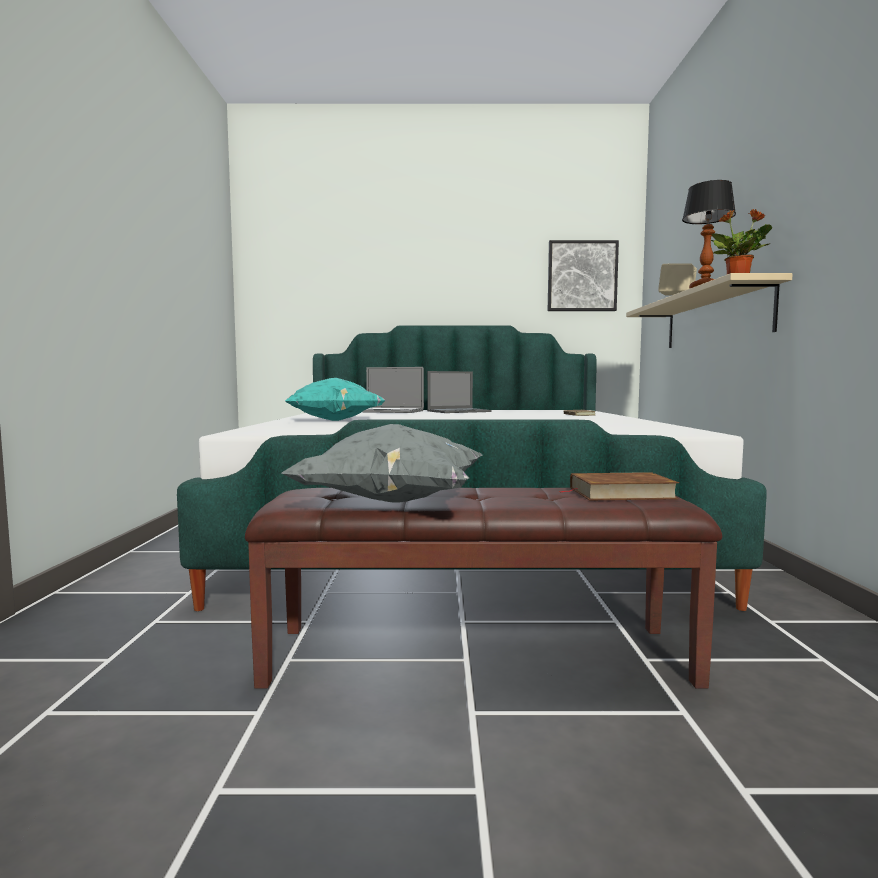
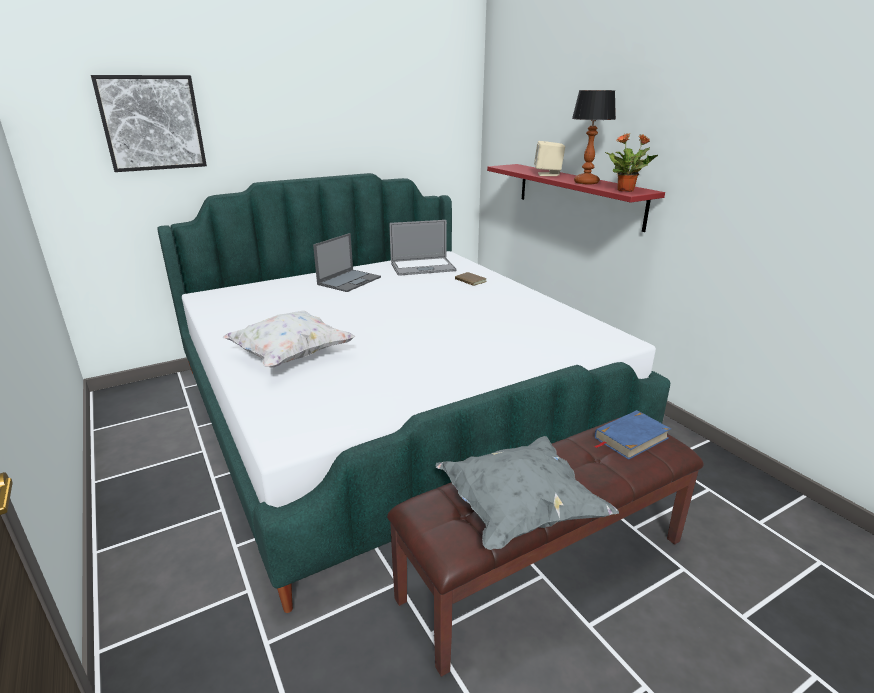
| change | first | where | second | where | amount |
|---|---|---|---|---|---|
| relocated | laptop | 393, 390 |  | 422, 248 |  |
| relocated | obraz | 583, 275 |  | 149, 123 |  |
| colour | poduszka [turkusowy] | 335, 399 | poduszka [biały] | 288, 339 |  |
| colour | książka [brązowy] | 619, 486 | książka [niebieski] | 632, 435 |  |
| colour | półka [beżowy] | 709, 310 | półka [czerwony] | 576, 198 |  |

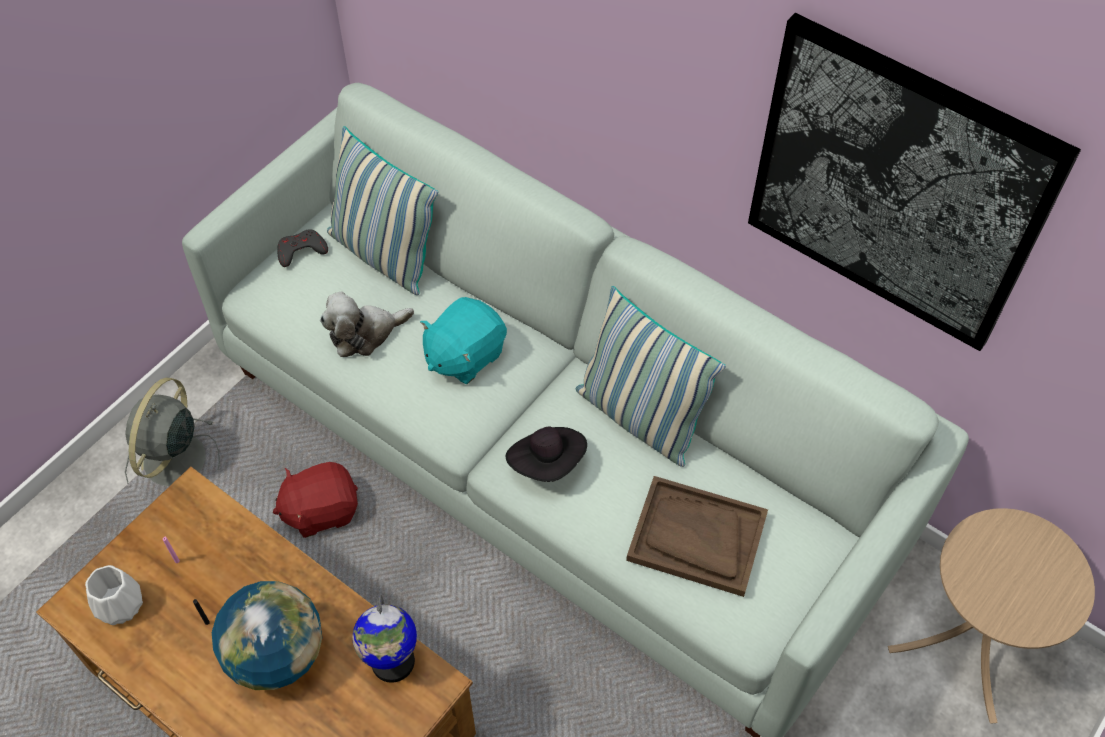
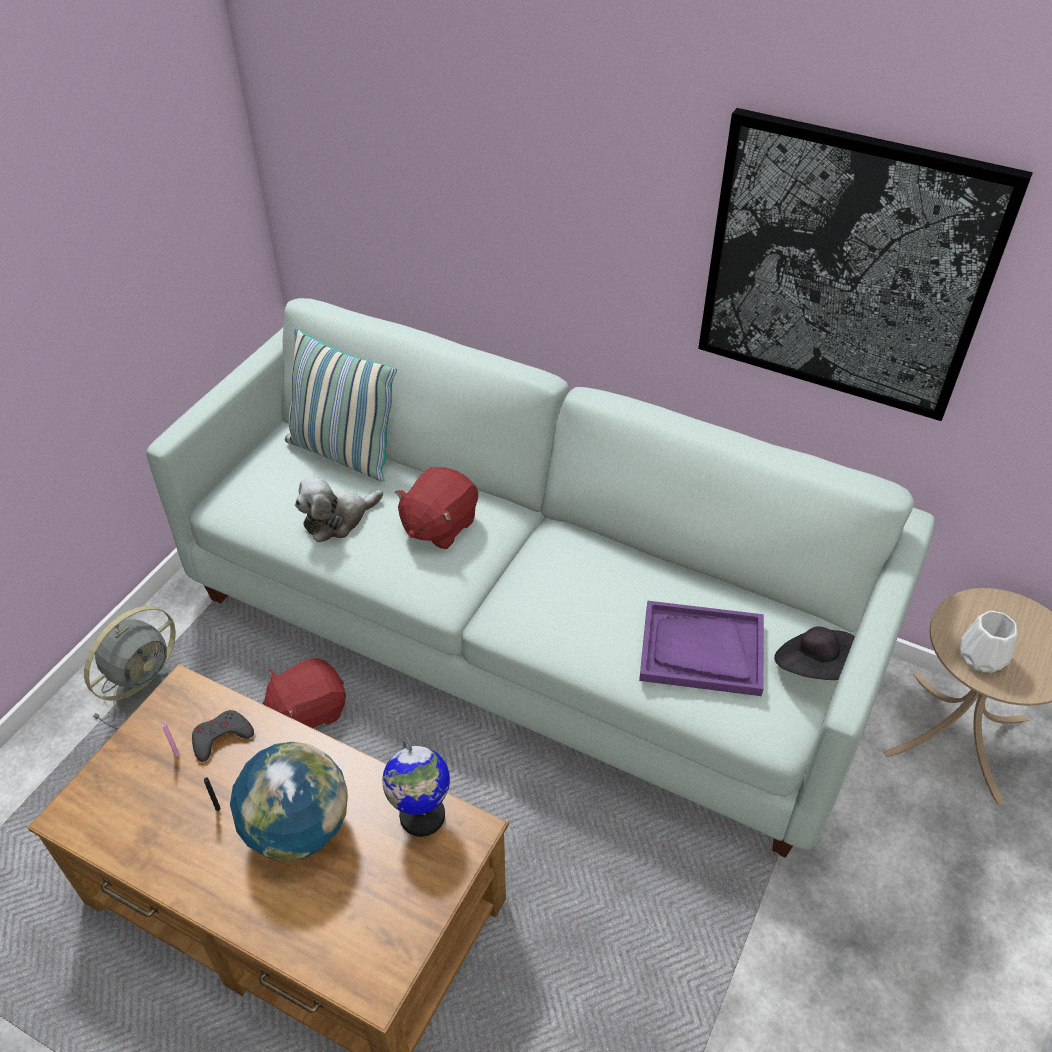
| change | first | where | second | where | amount |
|---|---|---|---|---|---|
| missing | poduszka | 651, 376 |  |  |  |
| relocated | wazon [biały] | 114, 595 |  | 988, 642 |  |
| relocated | pad do gier [szary] | 302, 248 |  | 223, 736 |  |
| relocated | kapelusz [czarny] | 546, 454 |  | 814, 653 |  |
| colour | pluszak [turkusowy] | 463, 340 | pluszak [czerwony] | 436, 508 |  |
| colour | taca [brązowy] | 697, 536 | taca [fioletowy] | 701, 648 |  |
| spun | wentylator [szary] | 172, 432 |  | 130, 668 | 150 degrees counterclockwise |

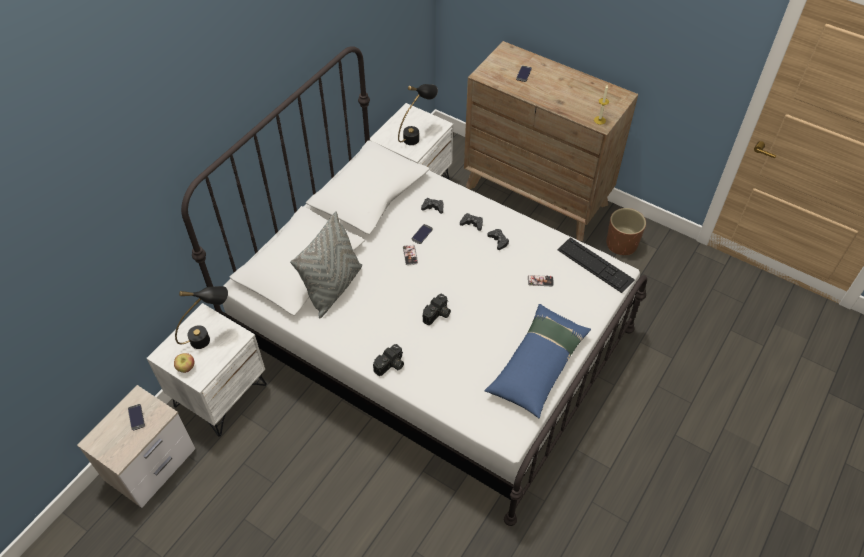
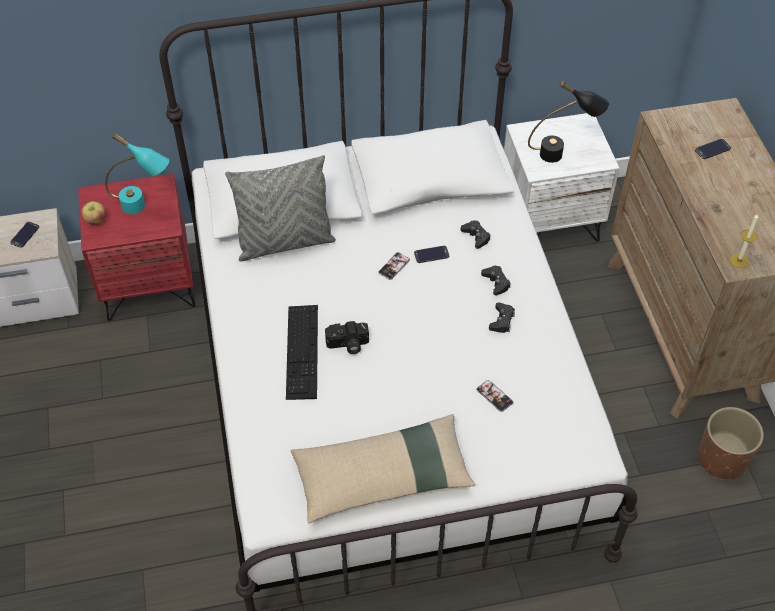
| change | first | where | second | where | amount |
|---|---|---|---|---|---|
| missing | aparat fotograficzny | 388, 360 |  |  |  |
| relocated | klawiatura | 596, 265 |  | 302, 352 |  |
| colour | szafka nocna [biały] | 206, 370 | szafka nocna [czerwony] | 136, 247 |  |
| colour | lampa stołowa [czarny] | 201, 317 | lampa stołowa [turkusowy] | 137, 173 |  |
| colour | poduszka [niebieski] | 538, 361 | poduszka [beżowy] | 383, 468 |  |

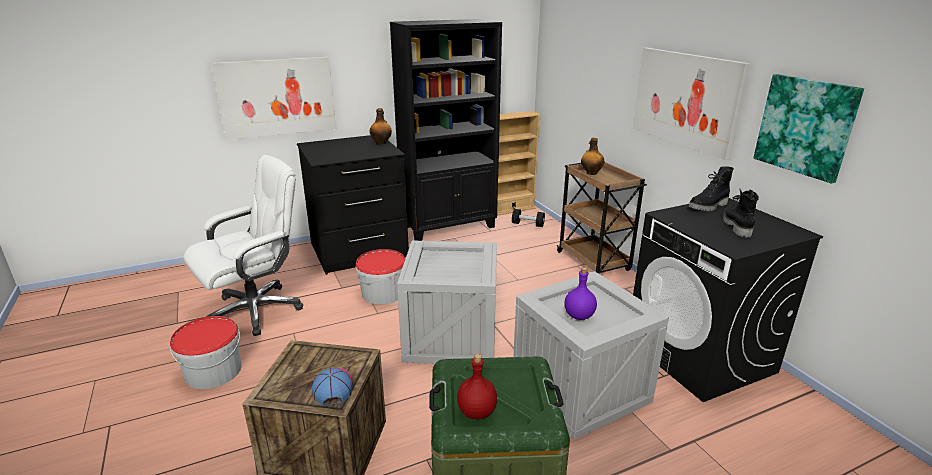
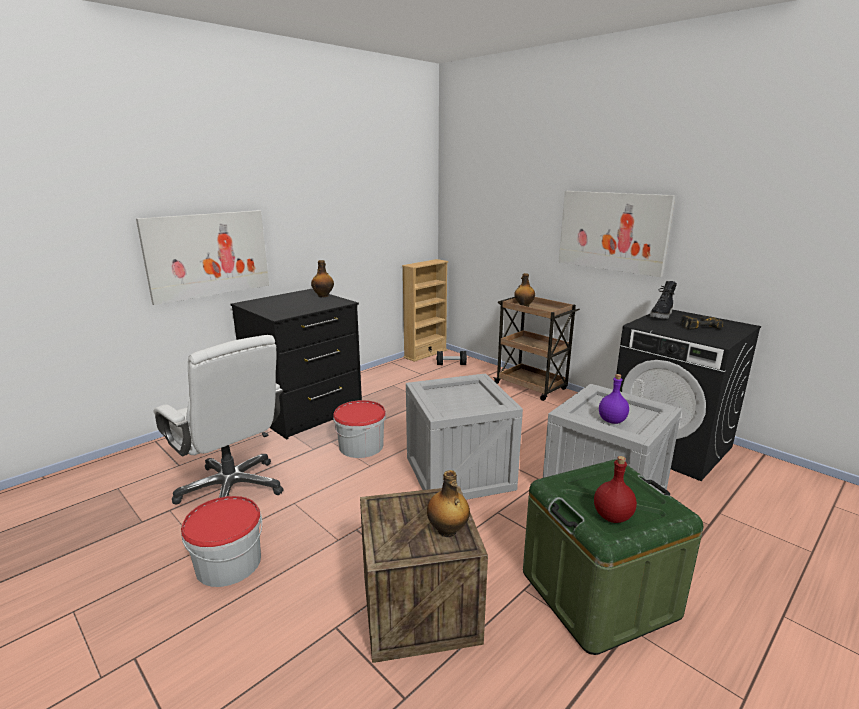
| change | first | where | second | where | amount |
|---|---|---|---|---|---|
| missing | regał [czarny] | 446, 130 |  |  |  |
| missing | obraz | 808, 128 |  |  |  |
| exchanged | czapka z daszkiem | 332, 387 | butelka | 448, 503 |  |
| exchanged | but z cholewką [czarny] | 741, 213 | wiertarka | 702, 322 |  |
| spun | krzesło biurowe [biały] | 243, 245 |  | 219, 419 | 105 degrees clockwise |

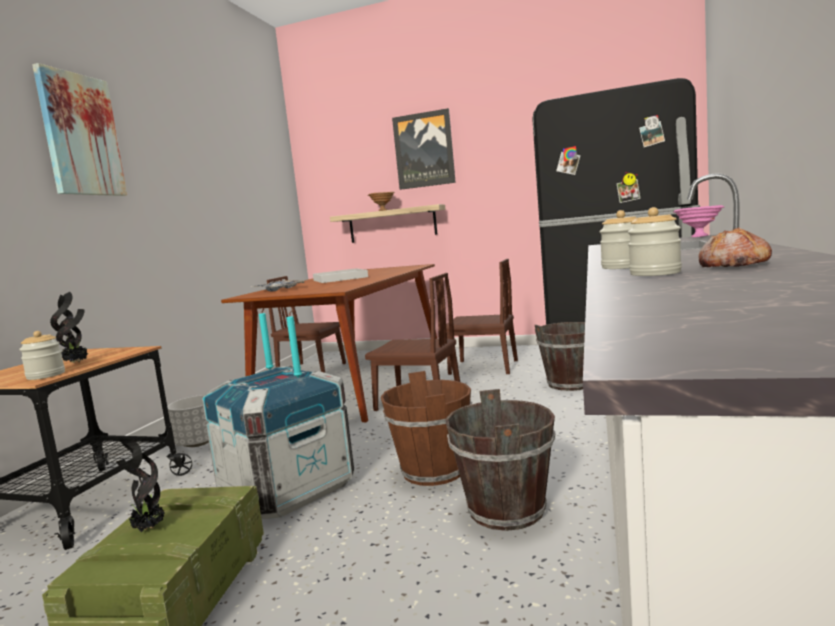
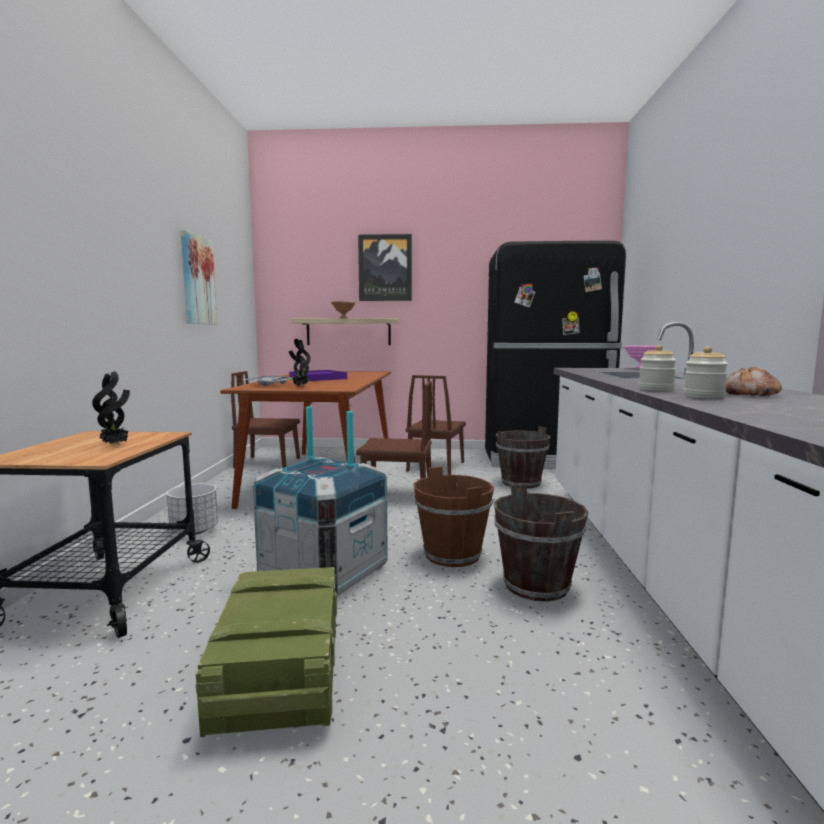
| change | first | where | second | where | amount |
|---|---|---|---|---|---|
| missing | słoik | 42, 355 |  |  |  |
| relocated | obraz | 79, 129 |  | 199, 277 |  |
| relocated | roślina doniczkowa | 140, 485 |  | 300, 362 |  |
| colour | taca [biały] | 340, 275 | taca [fioletowy] | 318, 375 |  |
| spun | krzesło [brązowy] | 482, 317 |  | 436, 425 | 105 degrees clockwise |

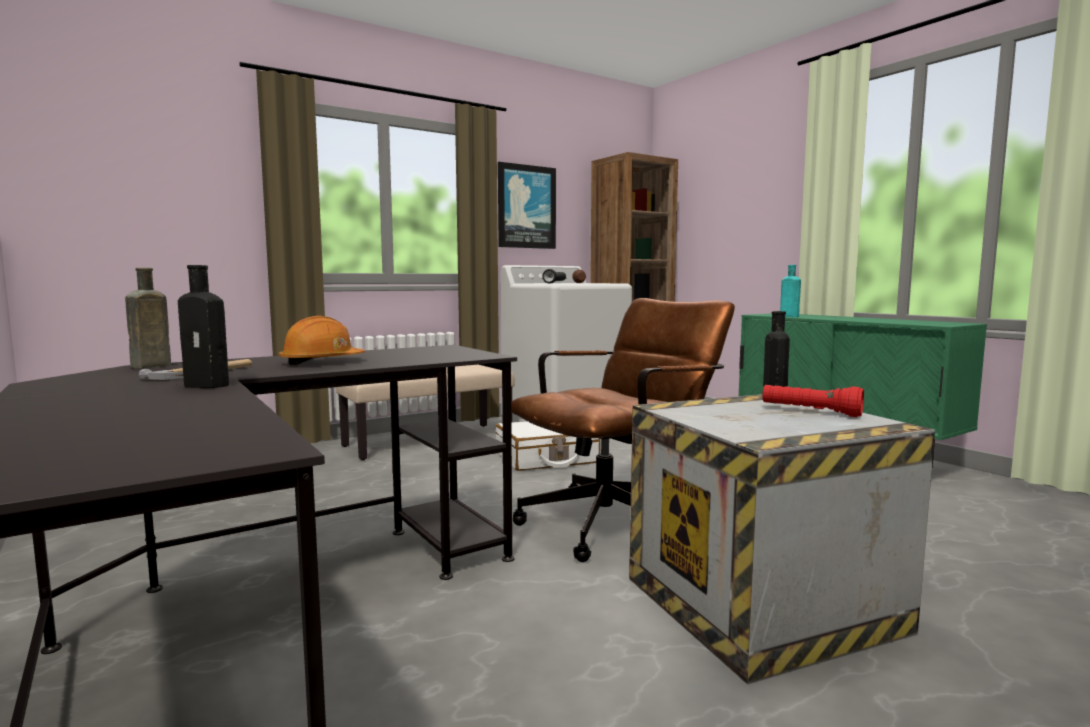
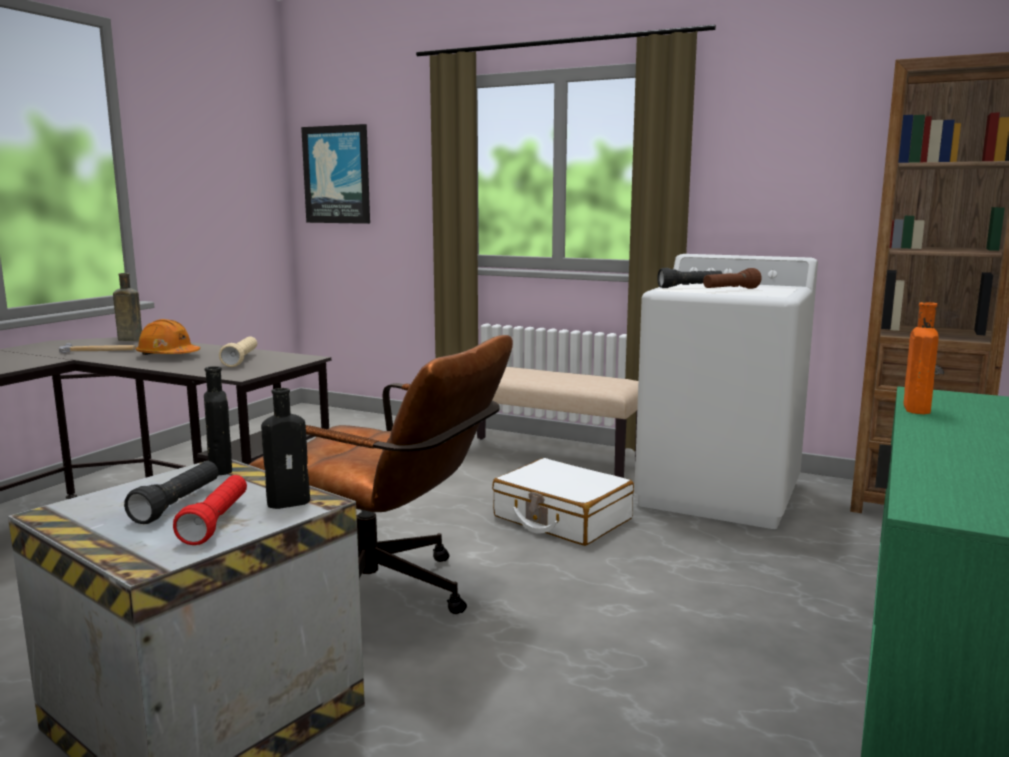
| change | first | where | second | where | amount |
|---|---|---|---|---|---|
| appeared |  |  | latarka [czarny] | 171, 492 |  |
| appeared |  |  | latarka [beżowy] | 238, 351 |  |
| relocated | butelka [czarny] | 203, 326 |  | 218, 421 |  |
| relocated | obraz | 527, 205 |  | 335, 174 |  |
| colour | butelka [turkusowy] | 790, 291 | butelka [pomarańczowy] | 921, 358 |  |

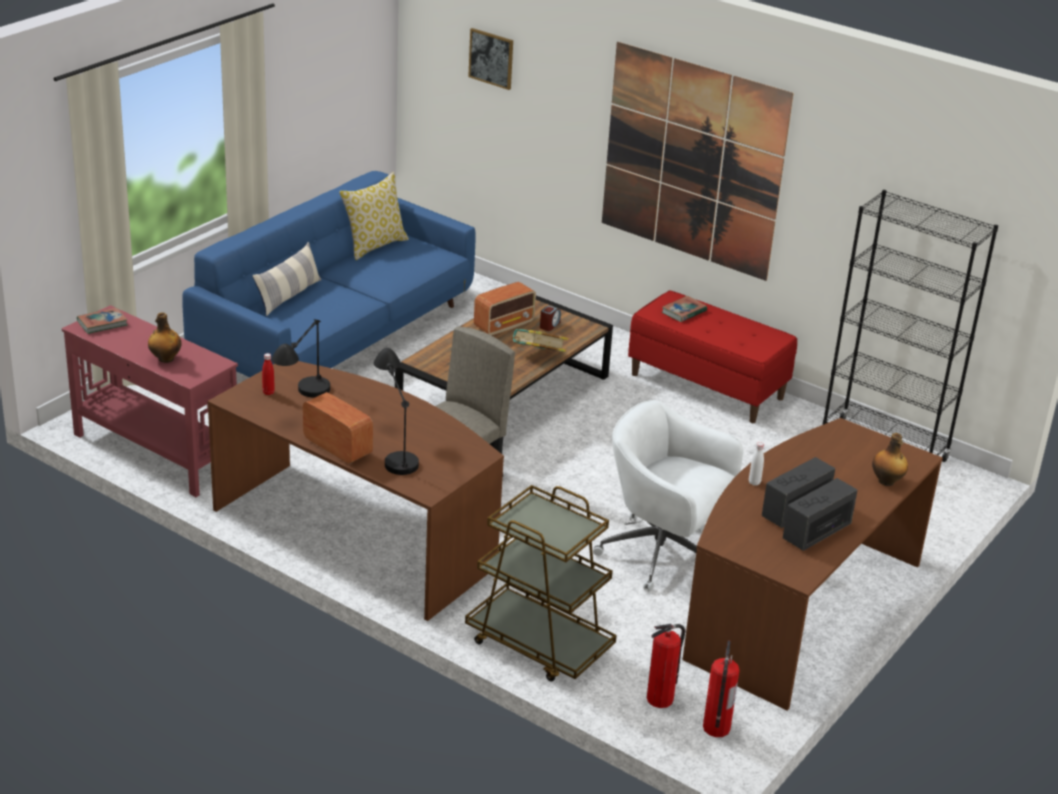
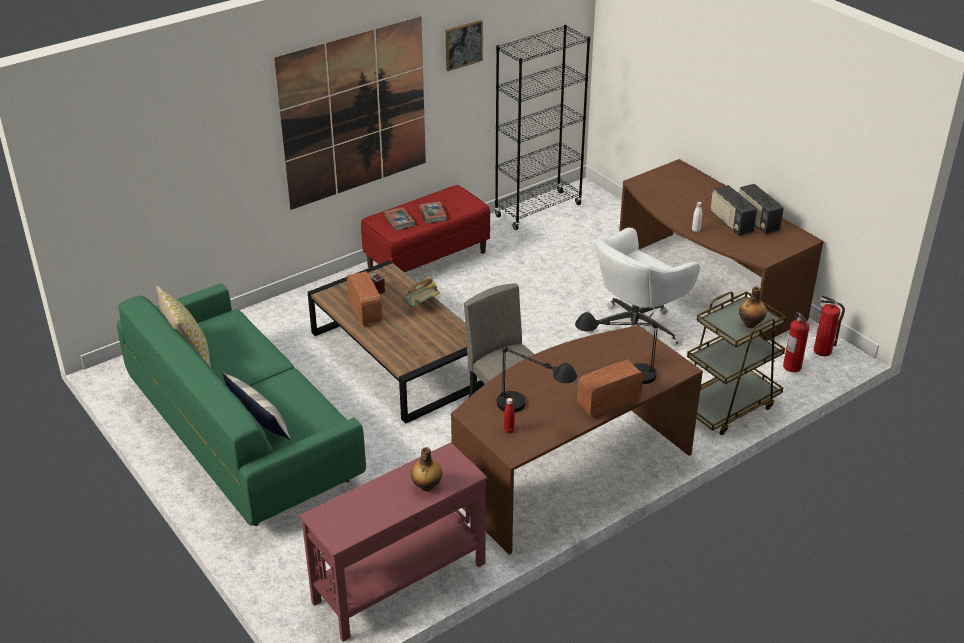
| change | first | where | second | where | amount |
|---|---|---|---|---|---|
| relocated | książka | 102, 320 |  | 433, 212 |  |
| relocated | obraz | 490, 59 |  | 464, 45 |  |
| relocated | butelka | 890, 459 |  | 753, 307 |  |
| colour | kanapa [niebieski] | 328, 274 | kanapa [zielony] | 241, 404 |  |

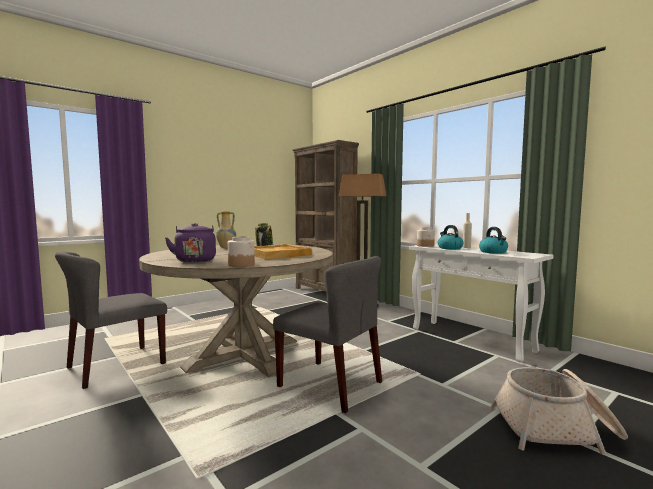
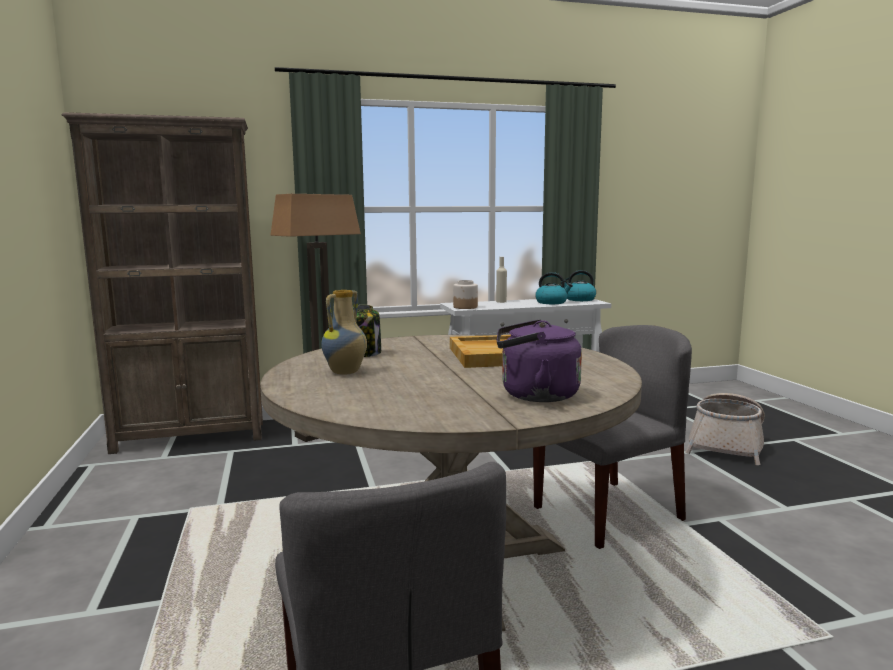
| change | first | where | second | where | amount |
|---|---|---|---|---|---|
| missing | słoik | 241, 251 |  |  |  |
| relocated | czajnik | 450, 237 |  | 578, 285 |  |

